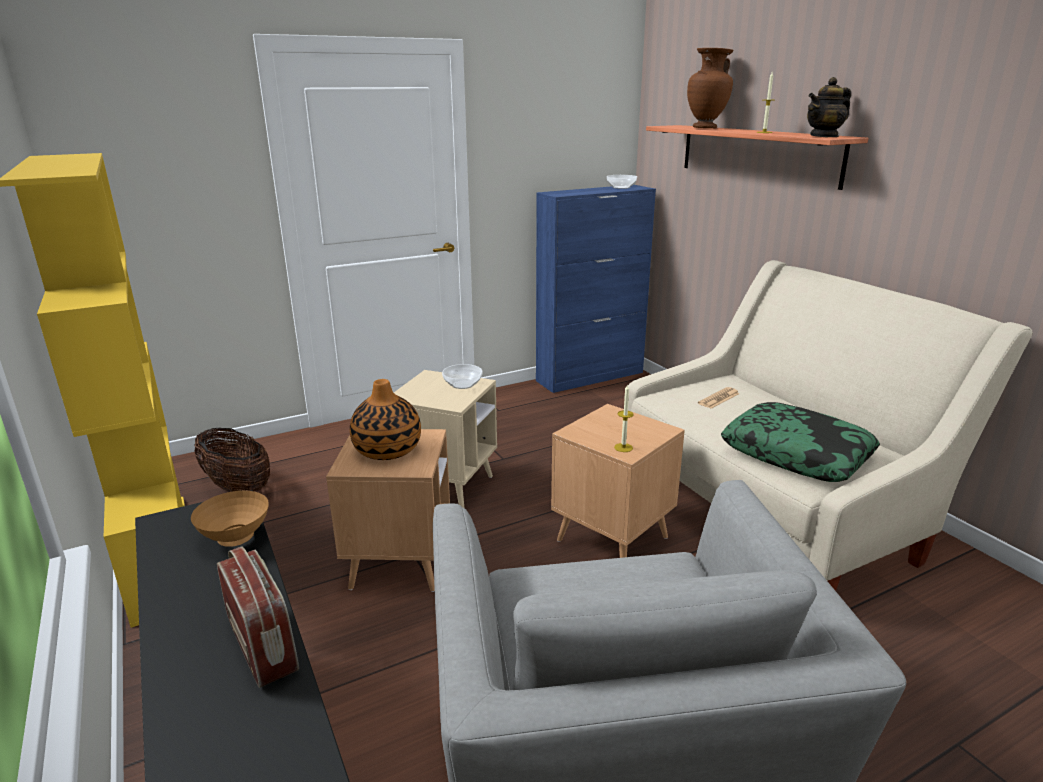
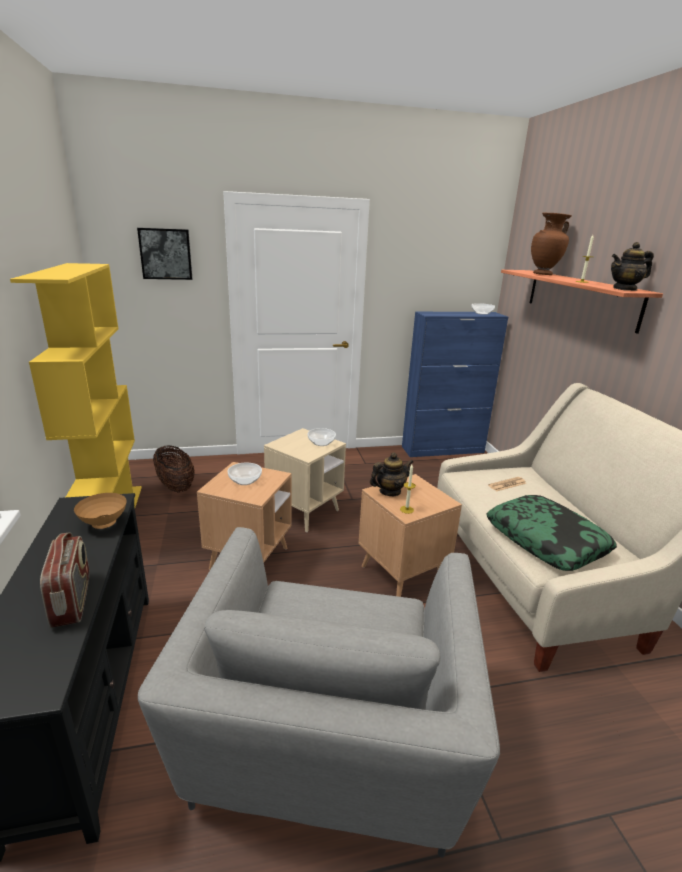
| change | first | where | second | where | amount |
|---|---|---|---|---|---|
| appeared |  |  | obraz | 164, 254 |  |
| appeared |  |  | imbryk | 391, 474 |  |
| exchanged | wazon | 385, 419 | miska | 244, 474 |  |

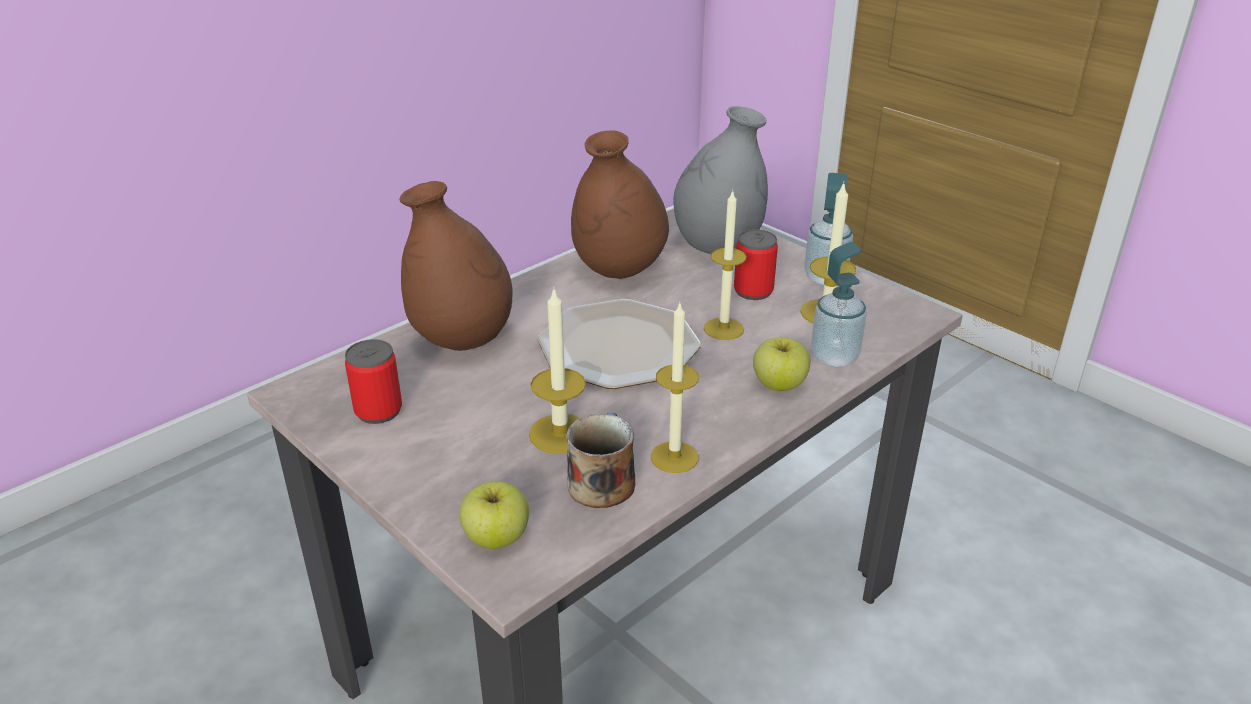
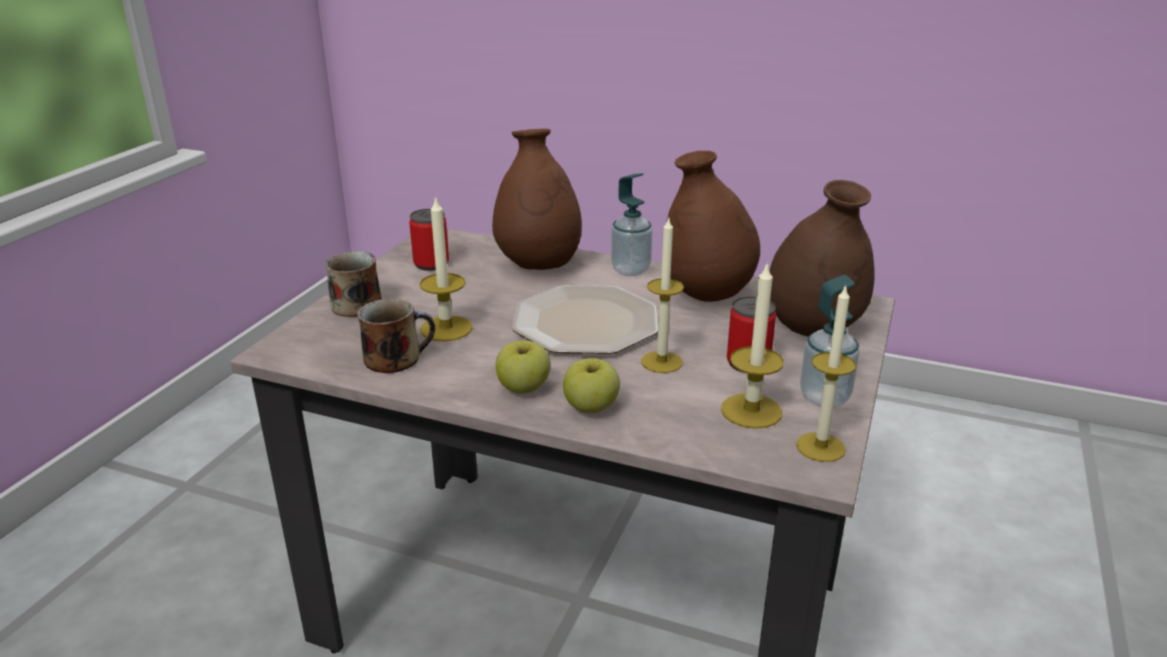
| change | first | where | second | where | amount |
|---|---|---|---|---|---|
| appeared |  |  | kubek | 353, 284 |  |
| relocated | jabłko | 494, 515 |  | 523, 367 |  |
| relocated | świeca | 675, 388 |  | 826, 373 |  |
| relocated | dozownik mydła | 839, 304 |  | 632, 224 |  |
| colour | wazon [szary] | 720, 180 | wazon [brązowy] | 822, 258 |  |

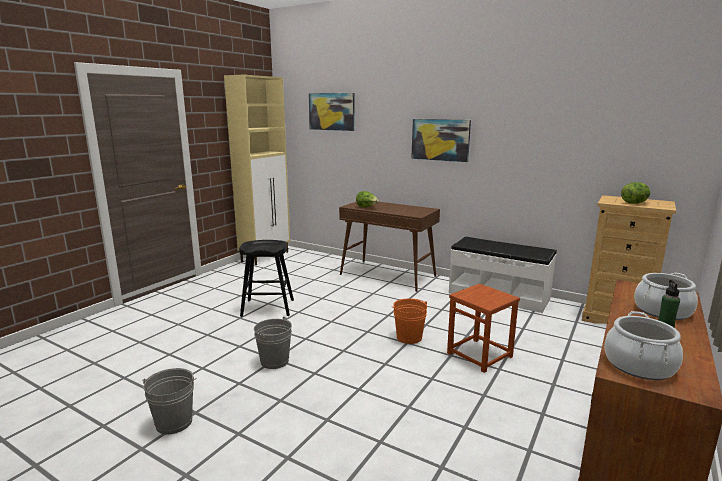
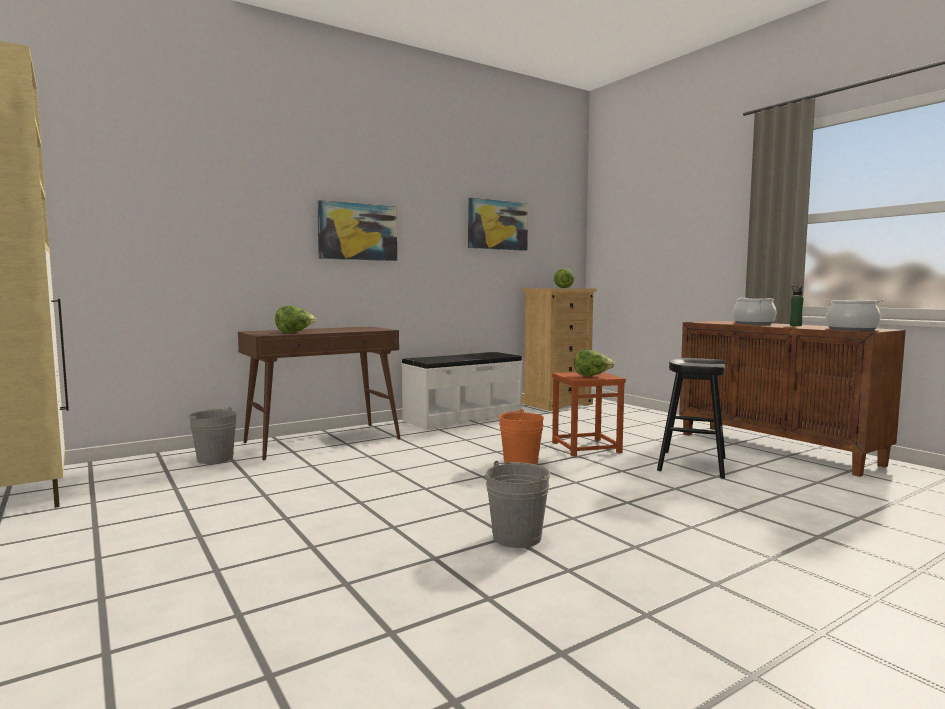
| change | first | where | second | where | amount |
|---|---|---|---|---|---|
| appeared |  |  | sałata | 594, 363 |  |
| relocated | wiadro [szary] | 169, 401 |  | 213, 435 |  |
| relocated | stołek [czarny] | 266, 278 |  | 691, 418 |  |
| relocated | obraz | 332, 112 |  | 498, 224 |  |

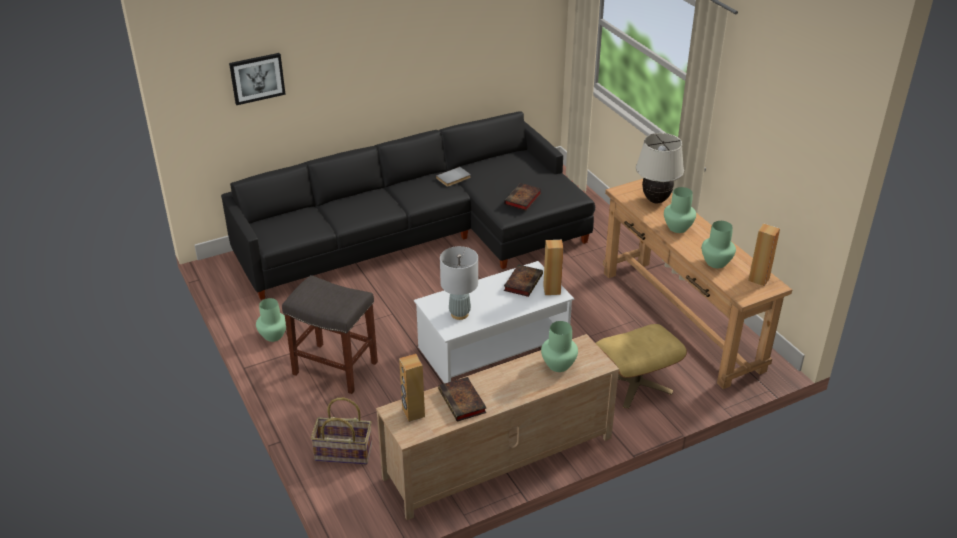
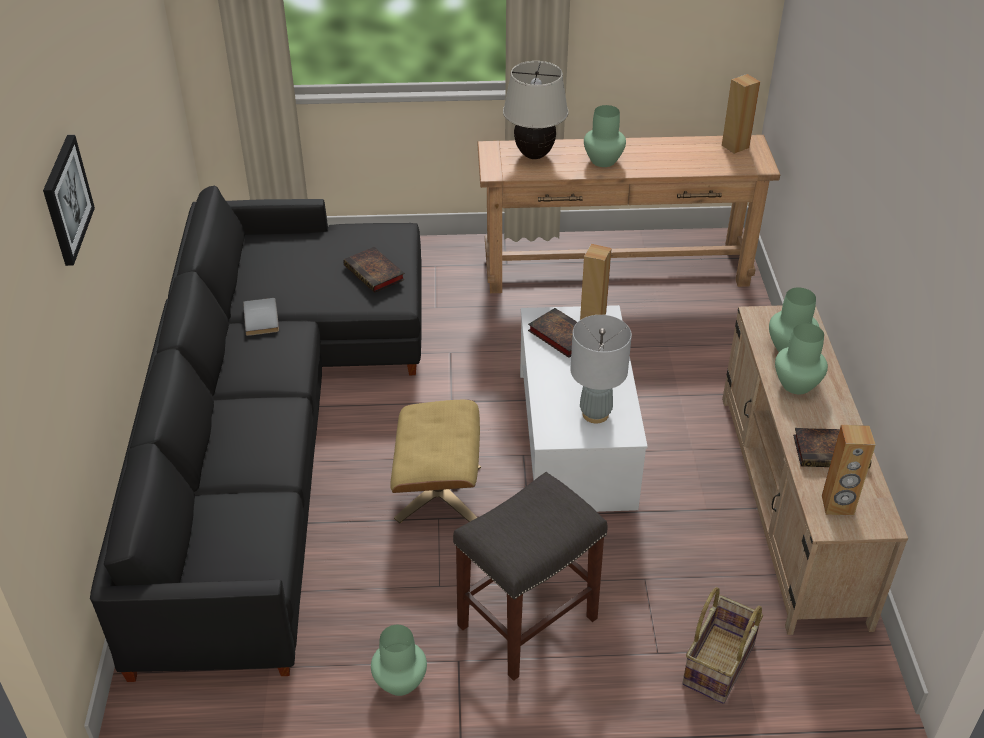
| change | first | where | second | where | amount |
|---|---|---|---|---|---|
| relocated | obraz | 257, 79 |  | 69, 200 |  |
| relocated | pufa [beżowy] | 641, 366 |  | 435, 461 |  |
| relocated | wazon [zielony] | 719, 244 |  | 801, 358 |  |

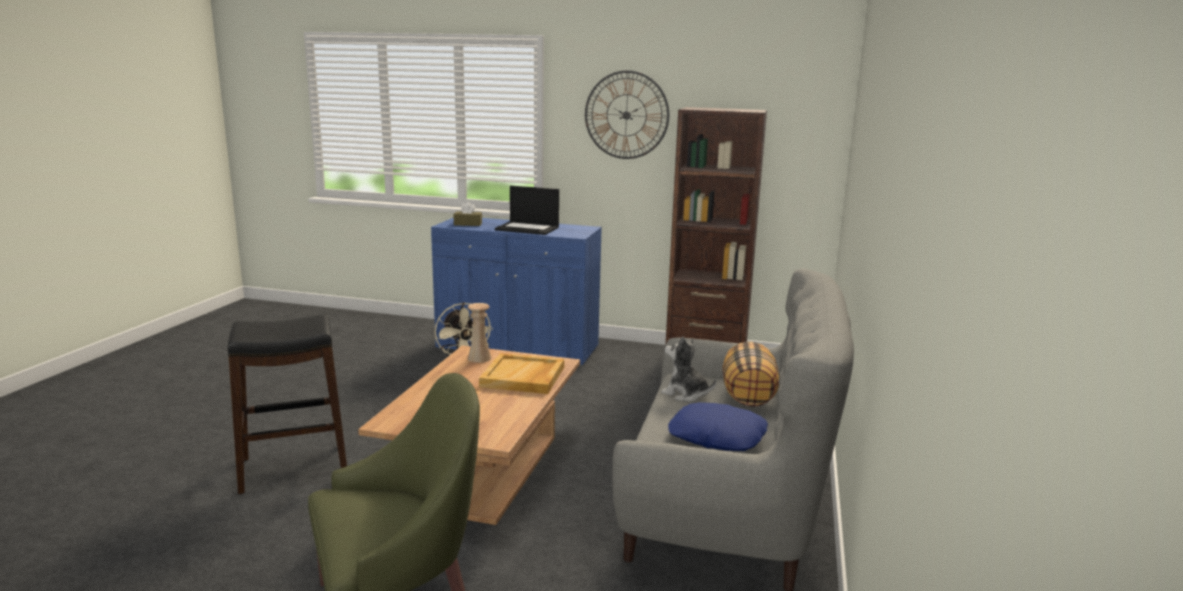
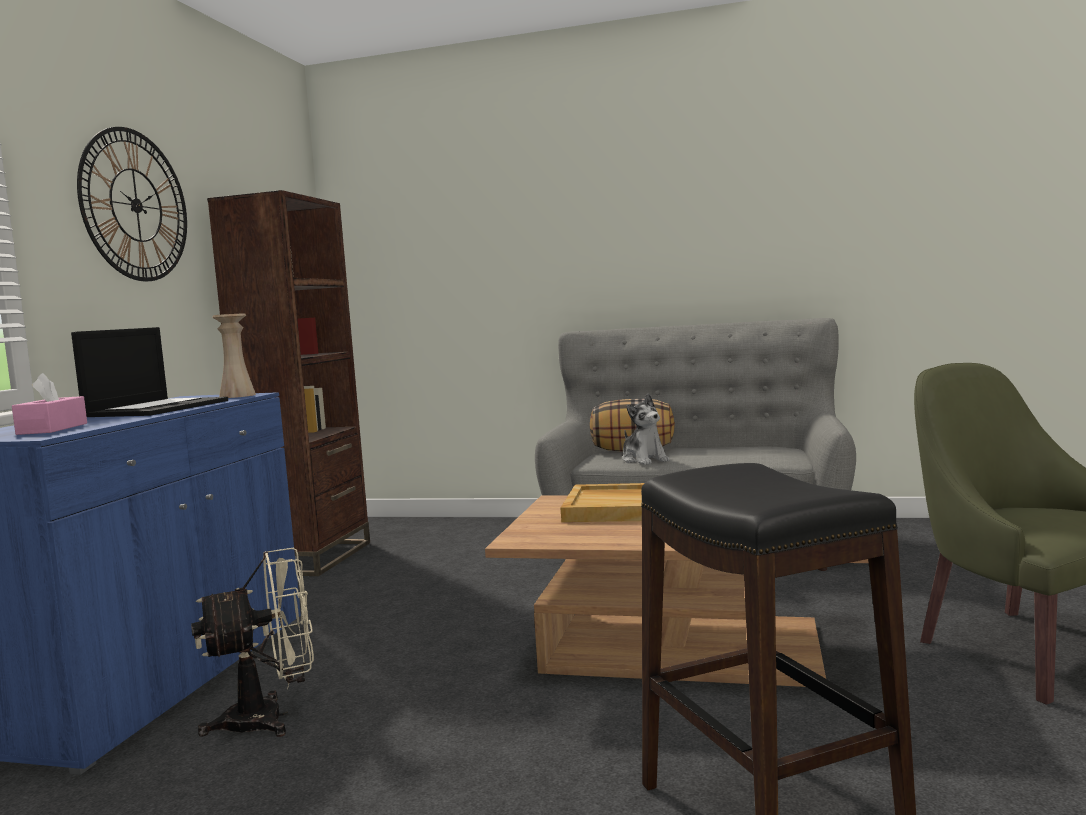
| change | first | where | second | where | amount |
|---|---|---|---|---|---|
| missing | poduszka [niebieski] | 718, 426 |  |  |  |
| relocated | wazon [beżowy] | 479, 333 |  | 234, 355 |  |
| colour | pudełko chusteczek [brązowy] | 467, 214 | pudełko chusteczek [różowy] | 49, 404 |  |
| spun | pluszak | 688, 369 |  | 646, 429 | 60 degrees counterclockwise |

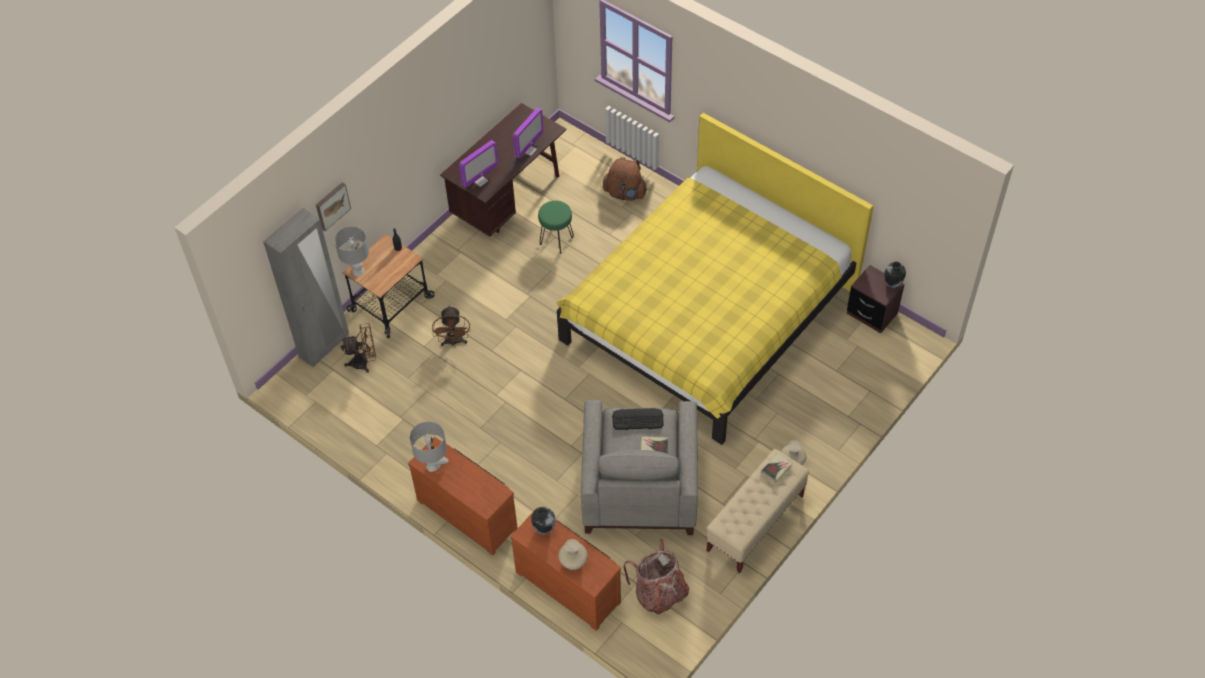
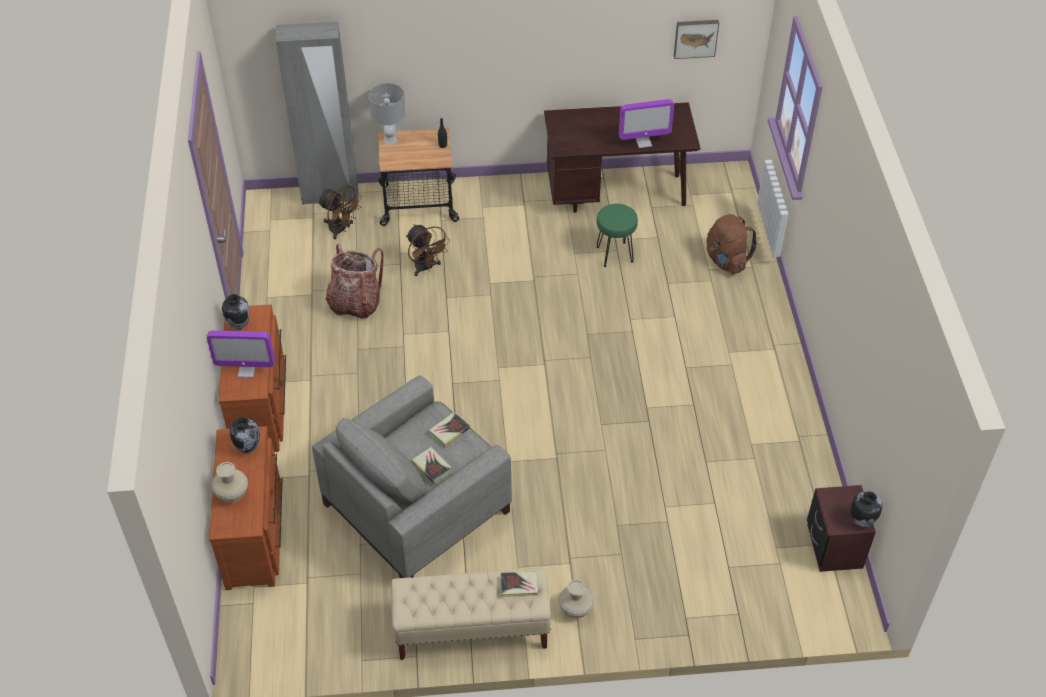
| change | first | where | second | where | amount |
|---|---|---|---|---|---|
| missing | łóżko [żółty] | 715, 279 |  |  |  |
| relocated | obraz | 333, 206 |  | 696, 39 |  |
| relocated | monitor | 478, 163 |  | 241, 354 |  |
| relocated | plecak | 656, 576 |  | 354, 281 |  |
| exchanged | lampa stołowa [szary] | 429, 446 | wazon | 236, 311 |  |
| exchanged | klawiatura | 638, 419 | książka | 449, 429 |  |
| spun | wentylator [brązowy] | 451, 325 |  | 428, 250 | 75 degrees counterclockwise |

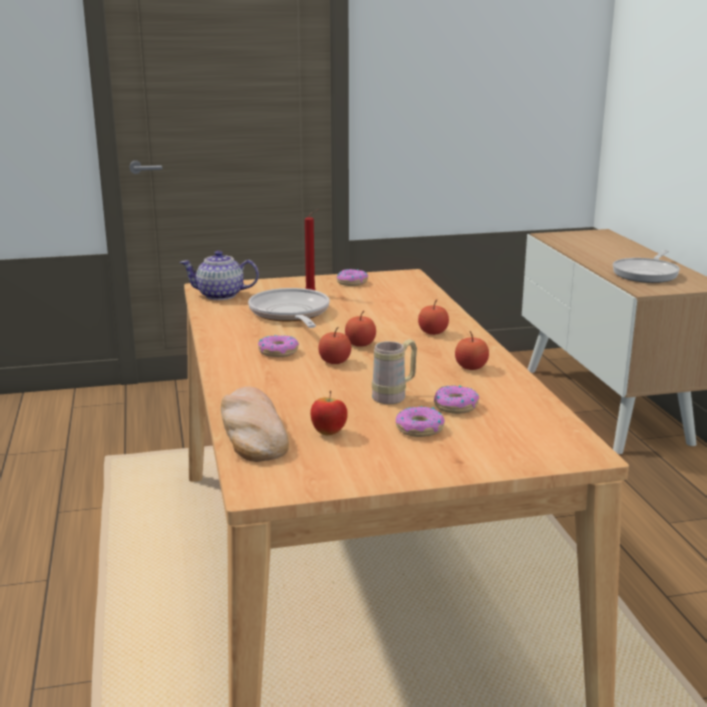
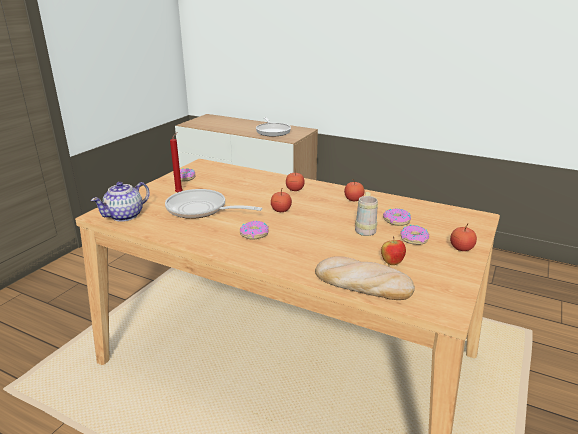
| change | first | where | second | where | amount |
|---|---|---|---|---|---|
| relocated | jabłko | 334, 345 |  | 463, 237 |  |

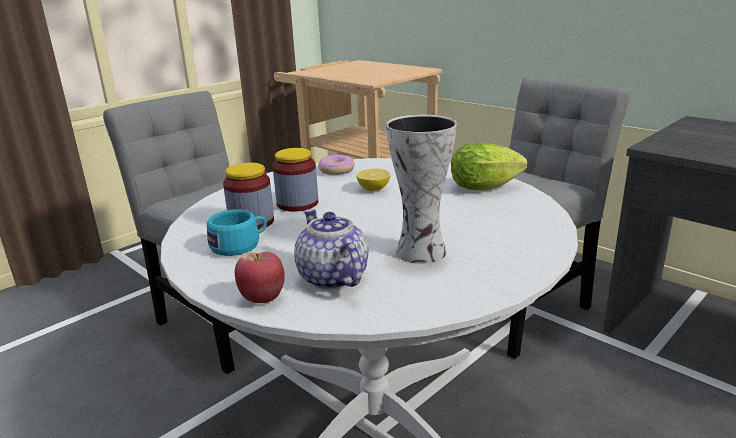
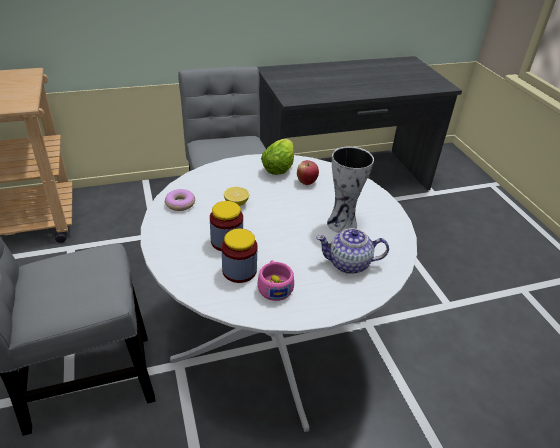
| change | first | where | second | where | amount |
|---|---|---|---|---|---|
| relocated | jabłko | 260, 277 |  | 308, 172 |  |
| colour | filiżanka [turkusowy] | 237, 232 | filiżanka [różowy] | 276, 280 |  |

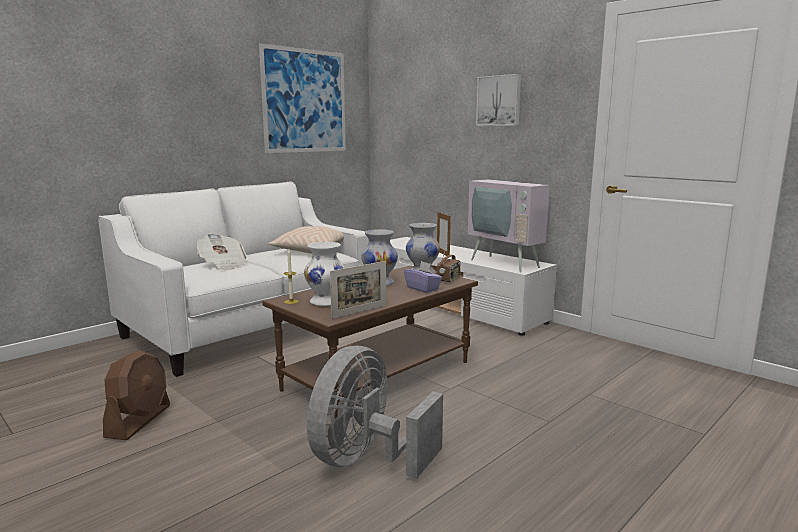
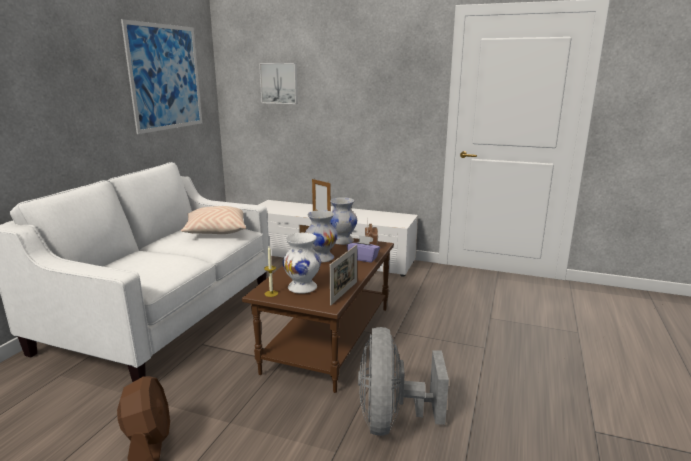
| change | first | where | second | where | amount |
|---|---|---|---|---|---|
| missing | gazeta | 222, 252 |  |  |  |
| missing | telewizor | 509, 210 |  |  |  |
| relocated | obraz | 498, 100 |  | 278, 83 |  |

